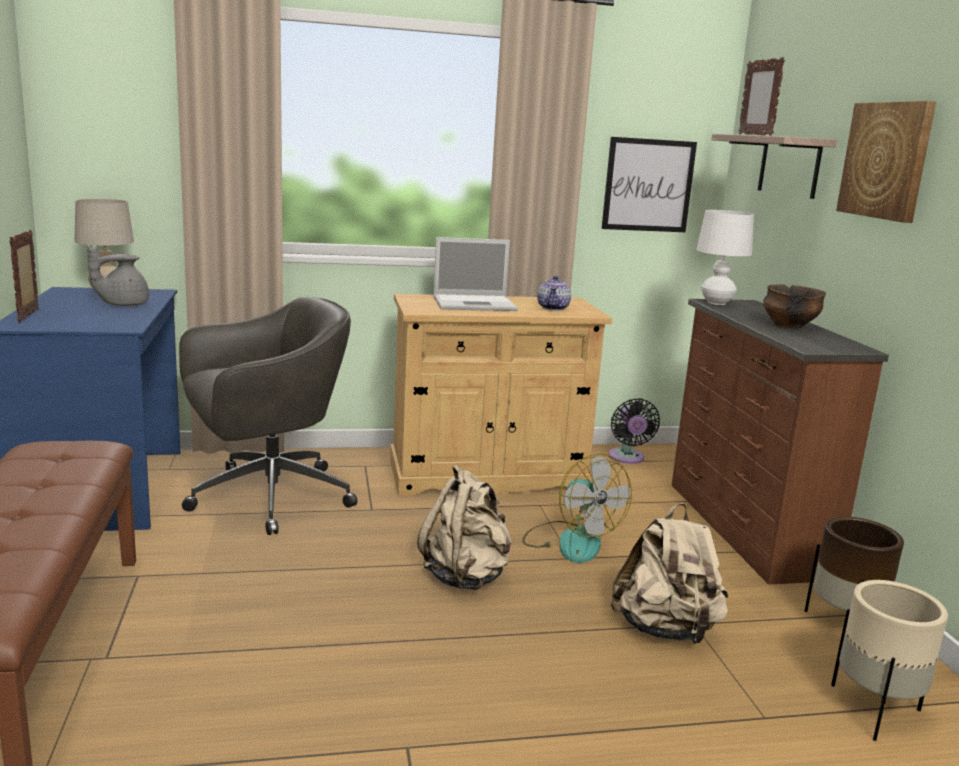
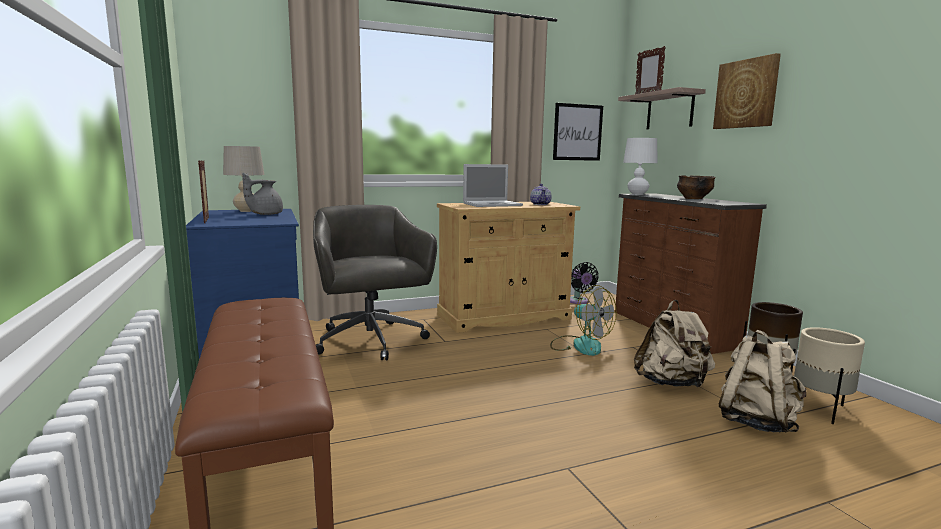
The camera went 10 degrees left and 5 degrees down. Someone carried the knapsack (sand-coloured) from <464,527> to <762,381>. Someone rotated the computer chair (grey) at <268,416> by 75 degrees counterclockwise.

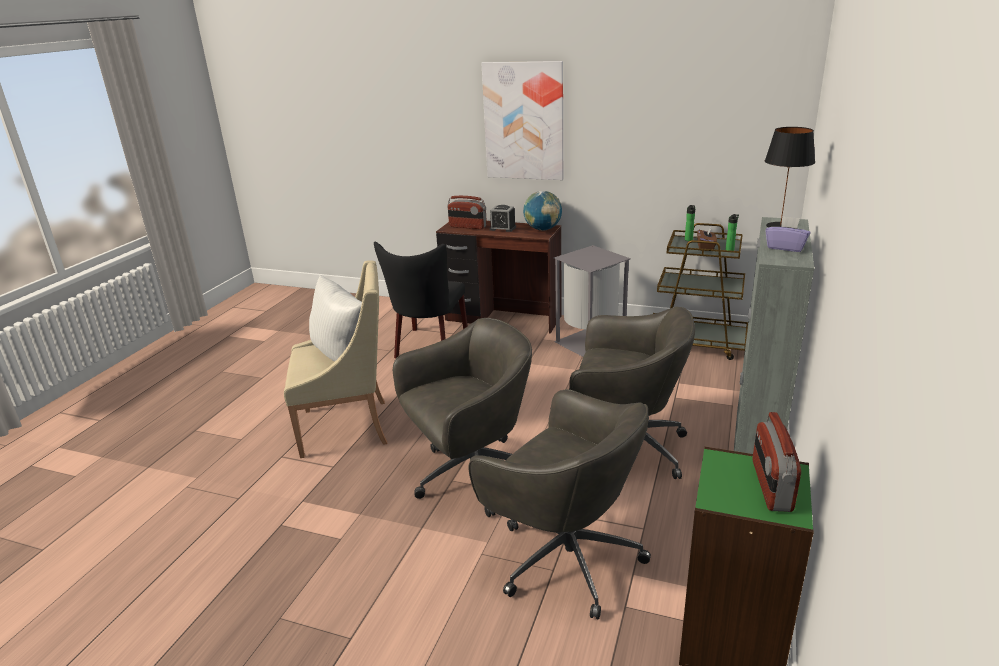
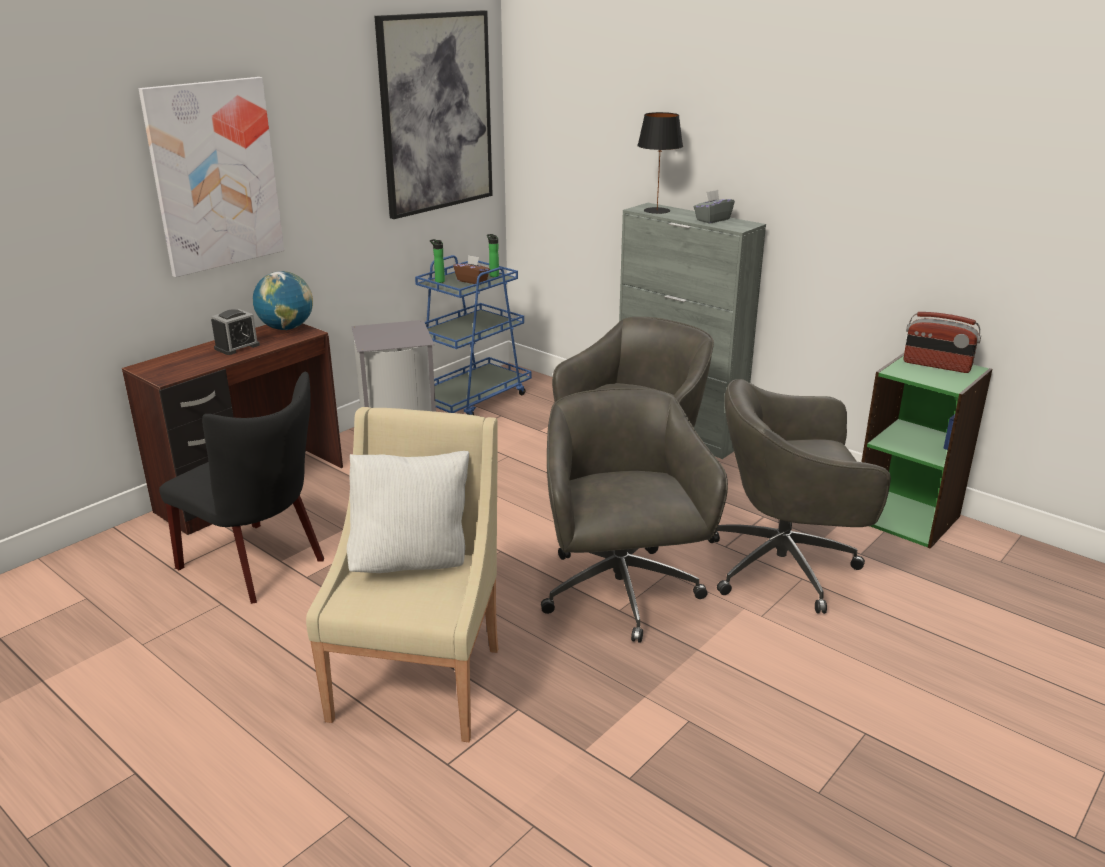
The camera went 70 degrees left and 0 degrees up. Someone took away the radio set at <467,212>. Someone put up the wall picture at <433,114>. Someone repainted the trolley (brown) at <700,291>, which became the trolley (blue) at <473,335>. Someone repainted the box of tissues (purple) at <788,234>, which became the box of tissues (grey) at <714,206>. Someone rotated the computer chair (grey) at <559,504> by 150 degrees counterclockwise.

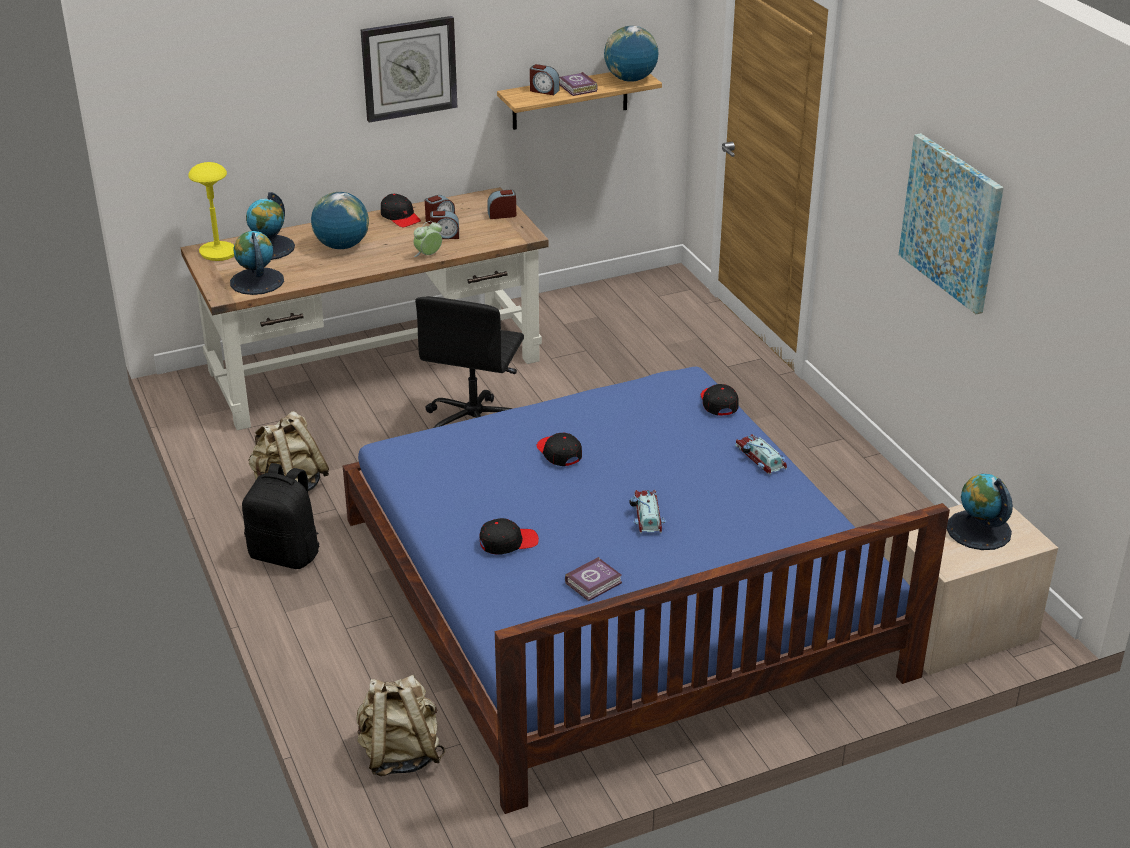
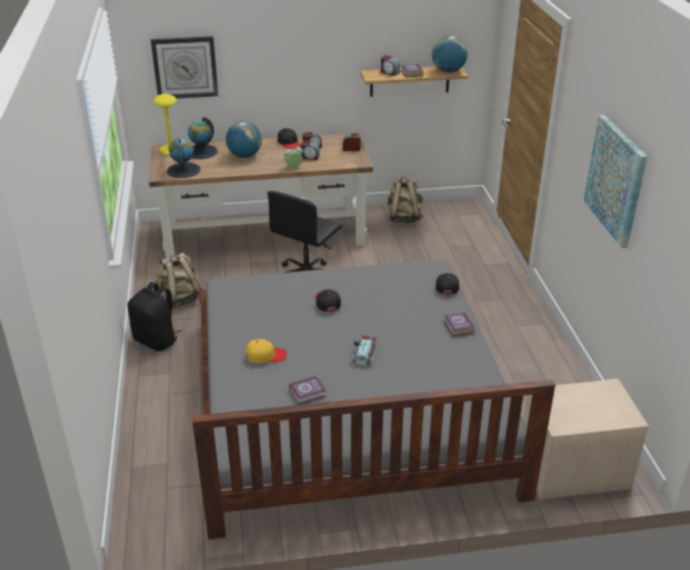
The camera went 15 degrees right and 0 degrees up. Someone took away the world globe at <980,512>. Someone carried the knapsack (sand-coloured) from <401,725> to <405,200>. Someone carried the hanging clock from <409,69> to <184,67>. Someone swapped the toy car at <761,454> for the volume at <459,324>. Someone repainted the bedroom bed (blue) at <646,590>, which became the bedroom bed (grey) at <373,400>. Someone repainted the cap (black) at <509,536>, which became the cap (yellowish) at <266,351>.

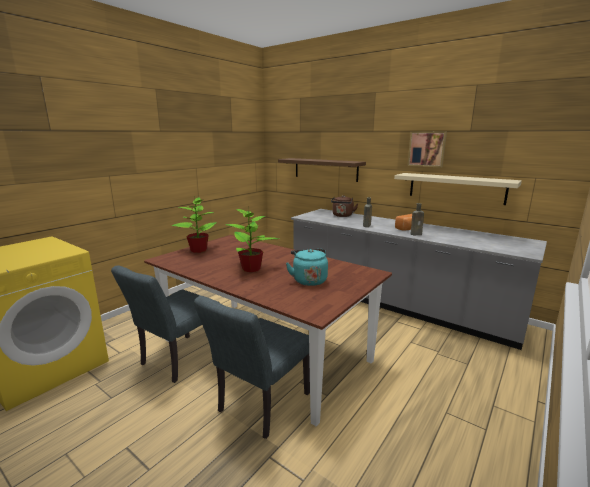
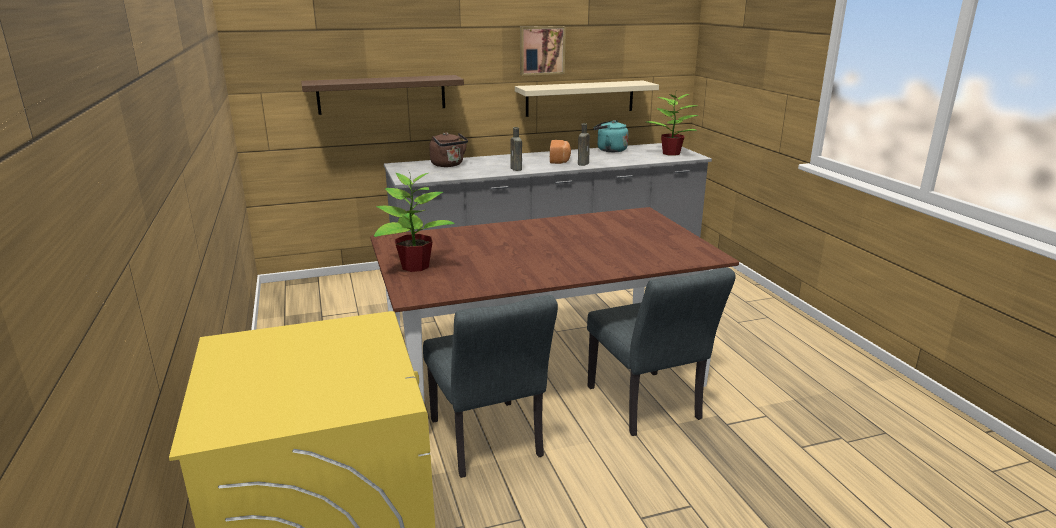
The camera went 55 degrees left and 5 degrees up. Someone carried the houseplant from <252,240> to <673,124>. Someone carried the kettle (blue-green) from <307,267> to <611,136>.

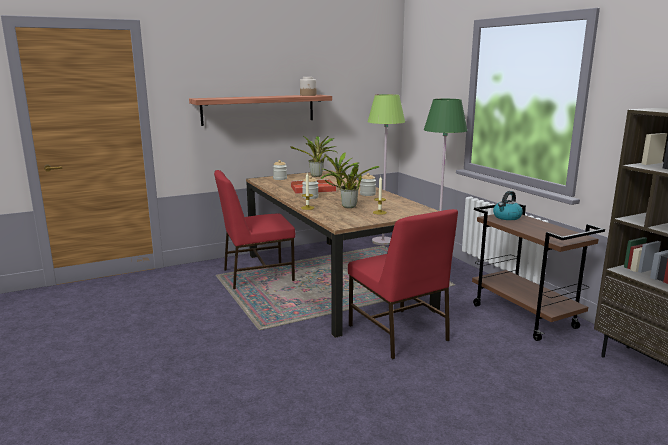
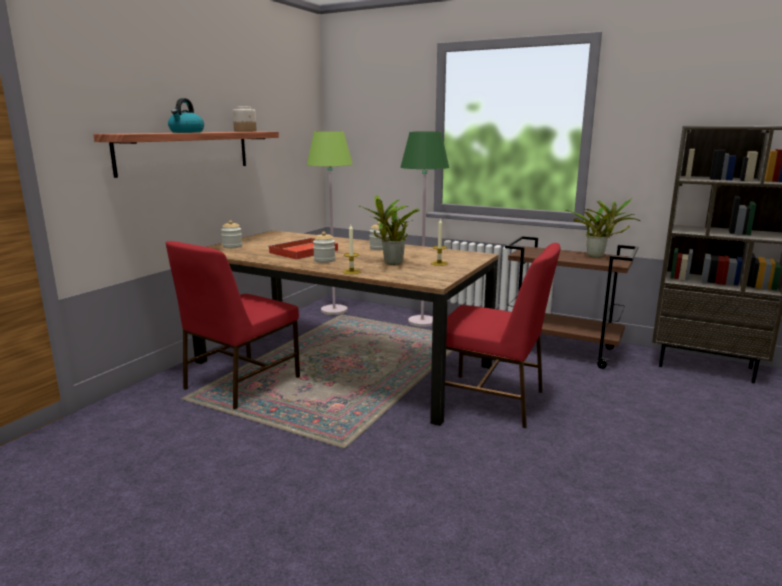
The camera went 35 degrees left and 0 degrees up. Someone carried the houseplant from <313,156> to <602,228>. Someone carried the kettle from <508,205> to <186,115>.

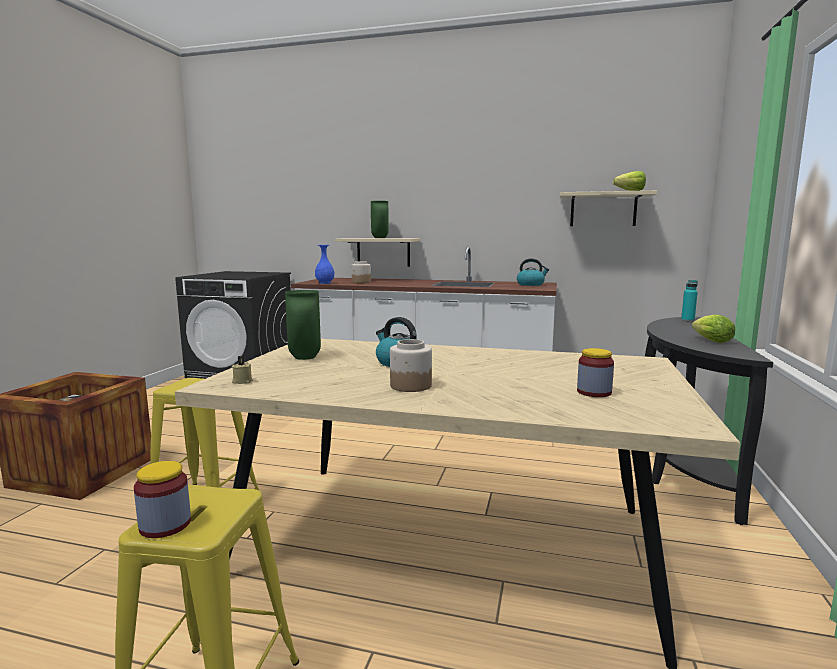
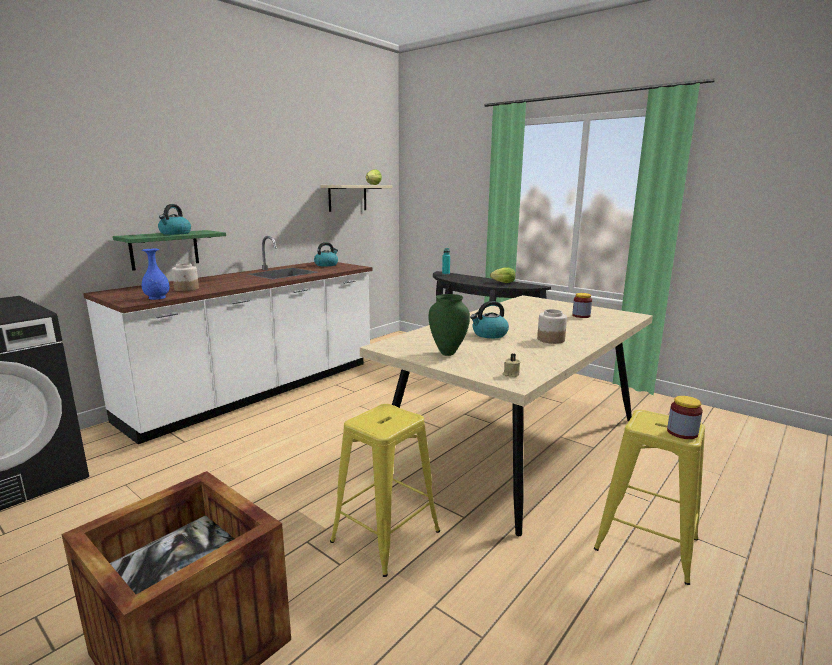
The camera went 65 degrees left and 5 degrees up. Someone swapped the vase (greenish) at <380,219> for the kettle at <174,219>. Someone repainted the shelf (sand-coloured) at <377,252>, which became the shelf (greenish) at <169,250>.

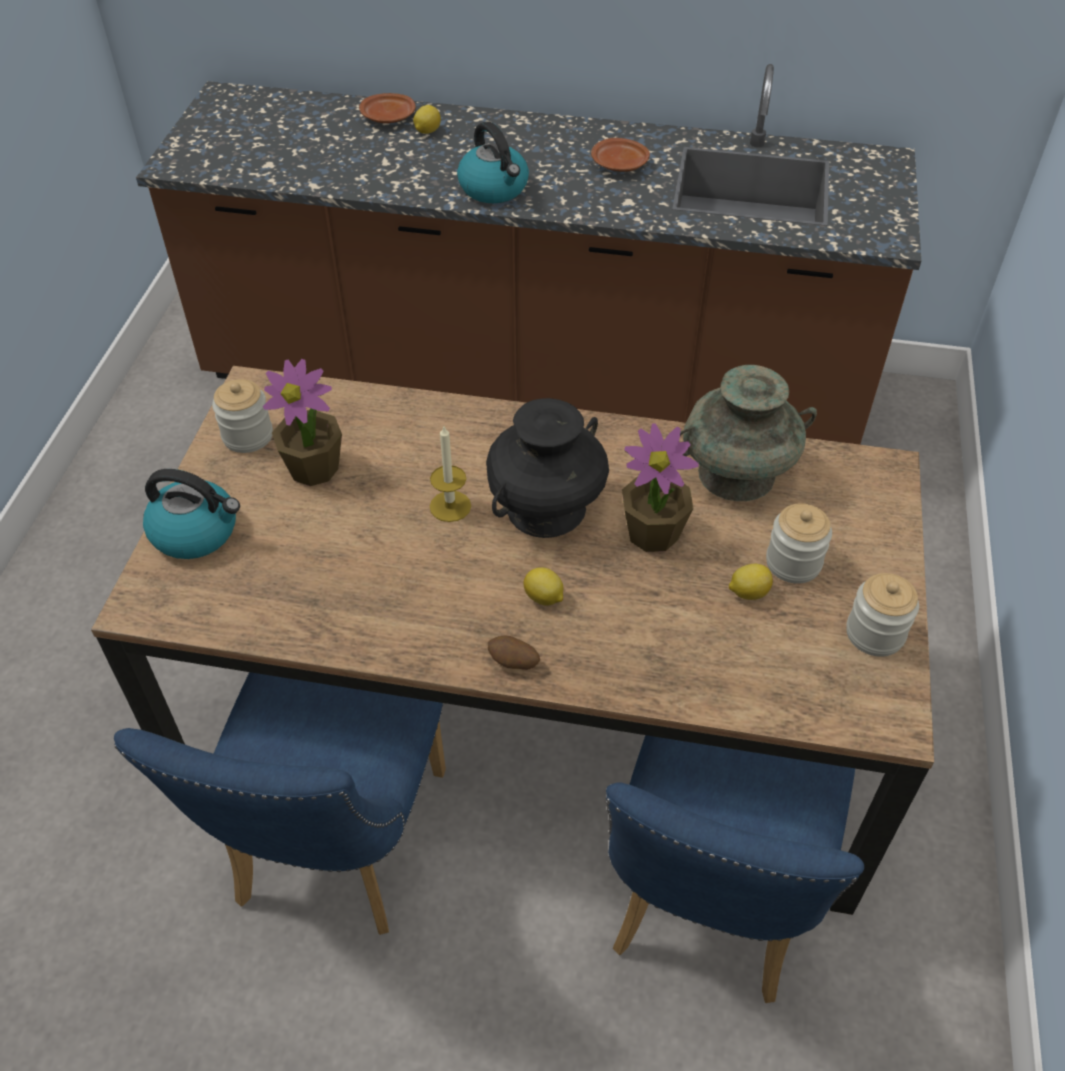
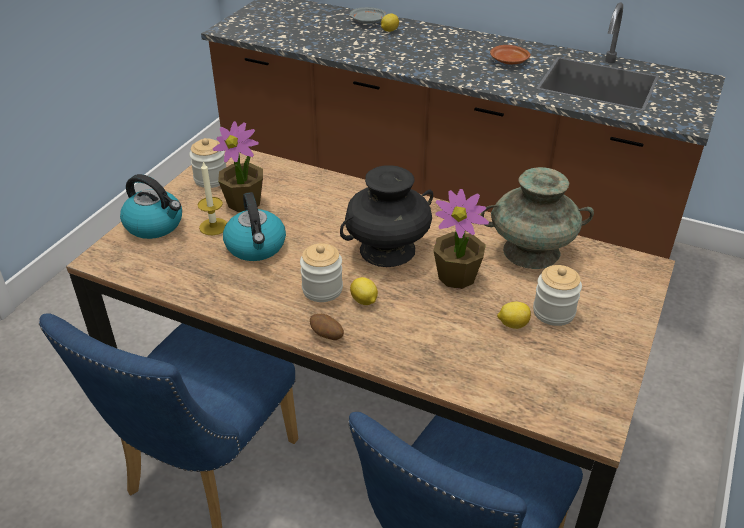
The camera went 15 degrees right and 10 degrees down. Someone carried the wax candle from <450,474> to <212,198>. Someone carried the kettle from <493,162> to <254,226>. Someone carried the jar from <882,615> to <321,272>. Someone repainted the plate (brown) at <387,108>, which became the plate (grey) at <368,15>.

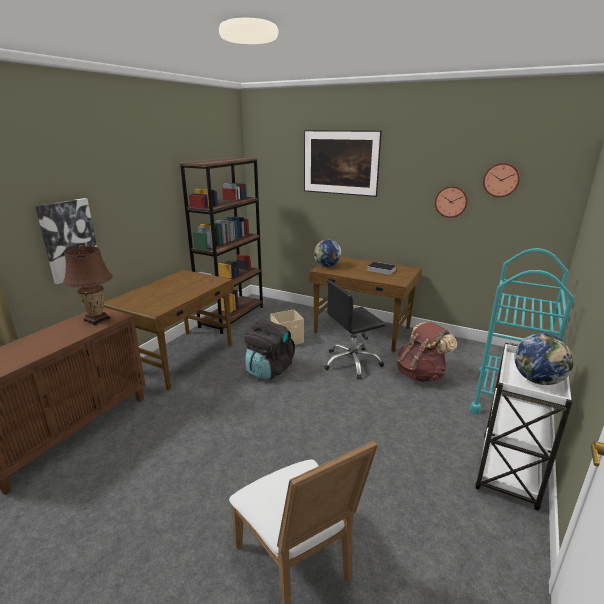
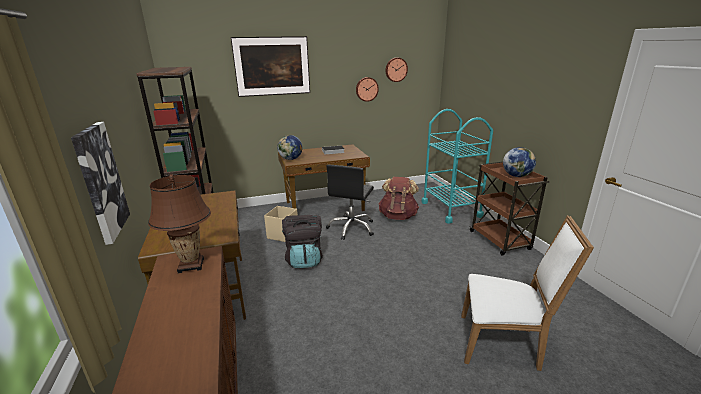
The camera went 45 degrees left and 0 degrees up. Someone repainted the trolley (white-coloured) at <524,427>, which became the trolley (brown) at <509,209>.

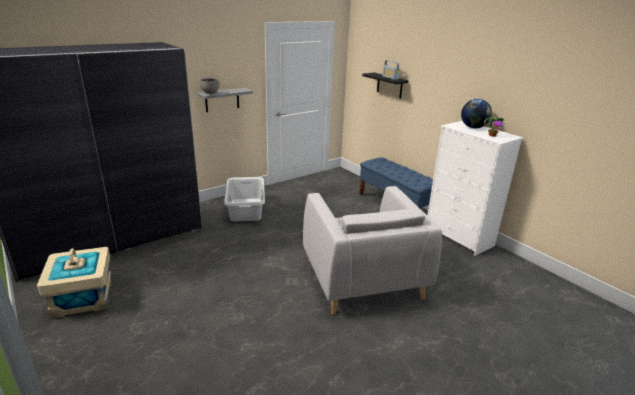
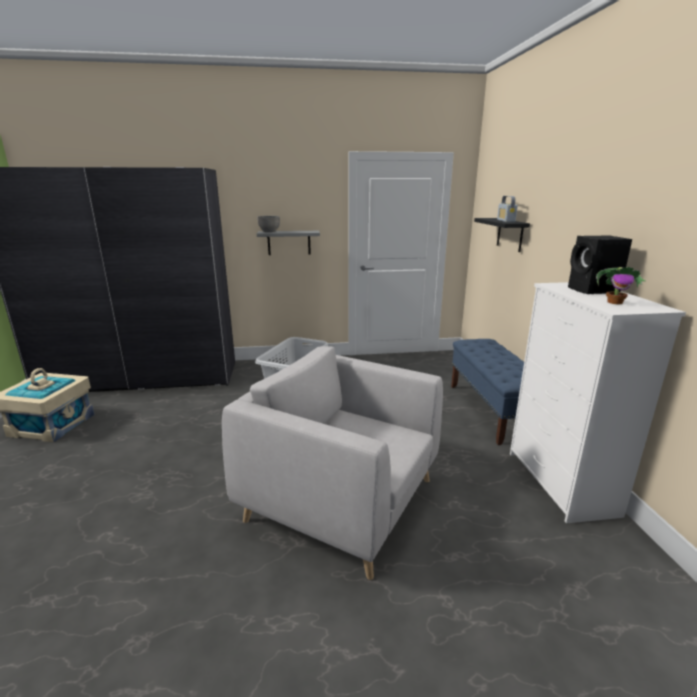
The camera went 30 degrees right and 5 degrees down. Someone swapped the world globe at <476,113> for the audio speaker (black) at <600,265>. Someone rotated the easy chair (grey) at <372,250> by 105 degrees clockwise.

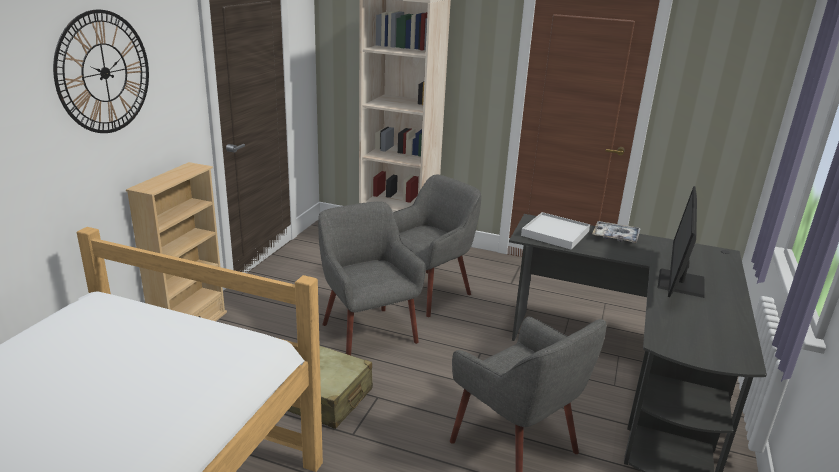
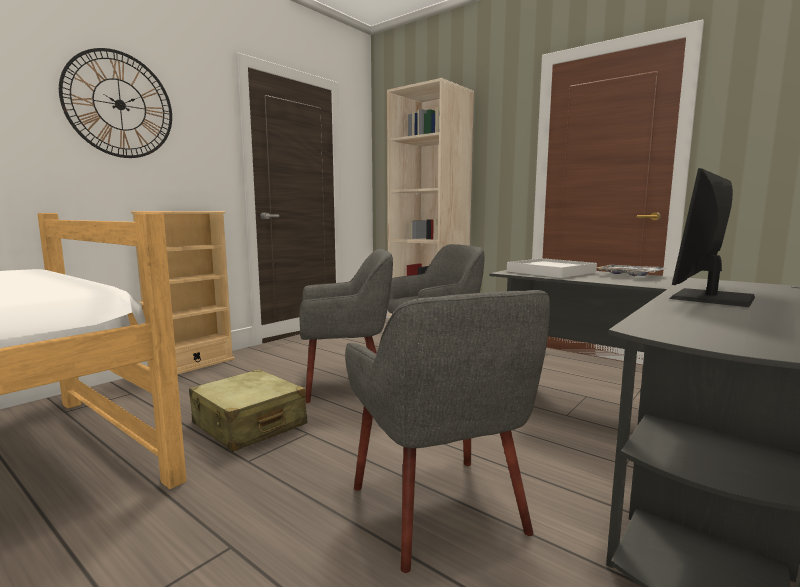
The camera went 20 degrees right and 15 degrees down. Someone rotated the easy chair (grey) at <372,278> by 90 degrees clockwise.

